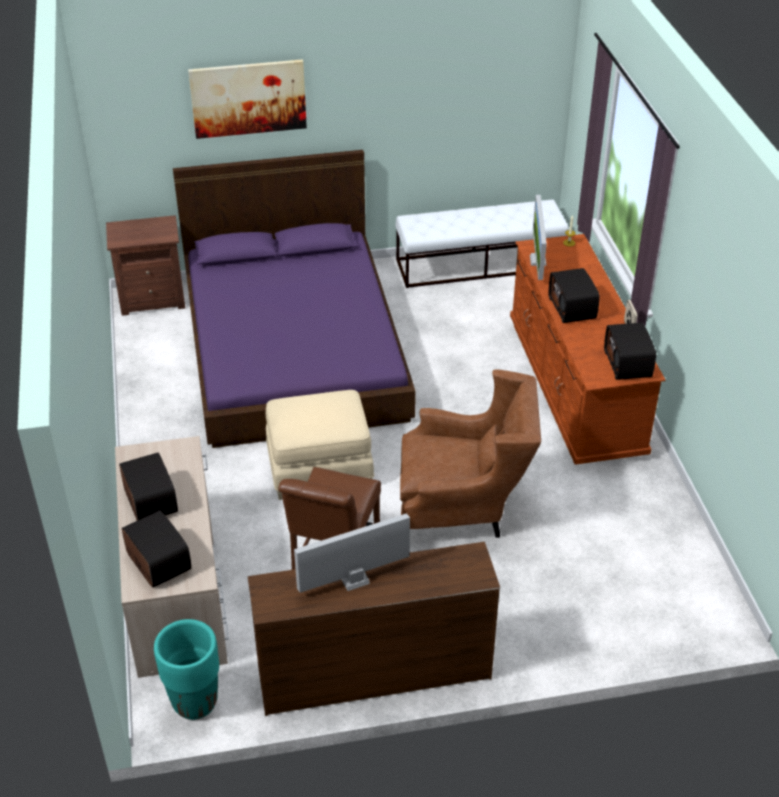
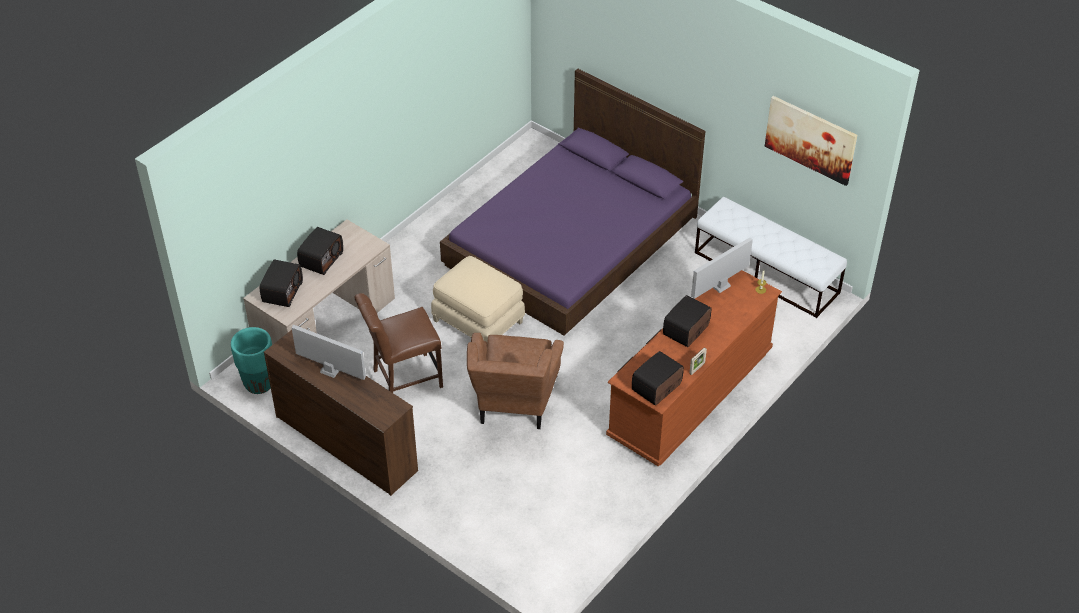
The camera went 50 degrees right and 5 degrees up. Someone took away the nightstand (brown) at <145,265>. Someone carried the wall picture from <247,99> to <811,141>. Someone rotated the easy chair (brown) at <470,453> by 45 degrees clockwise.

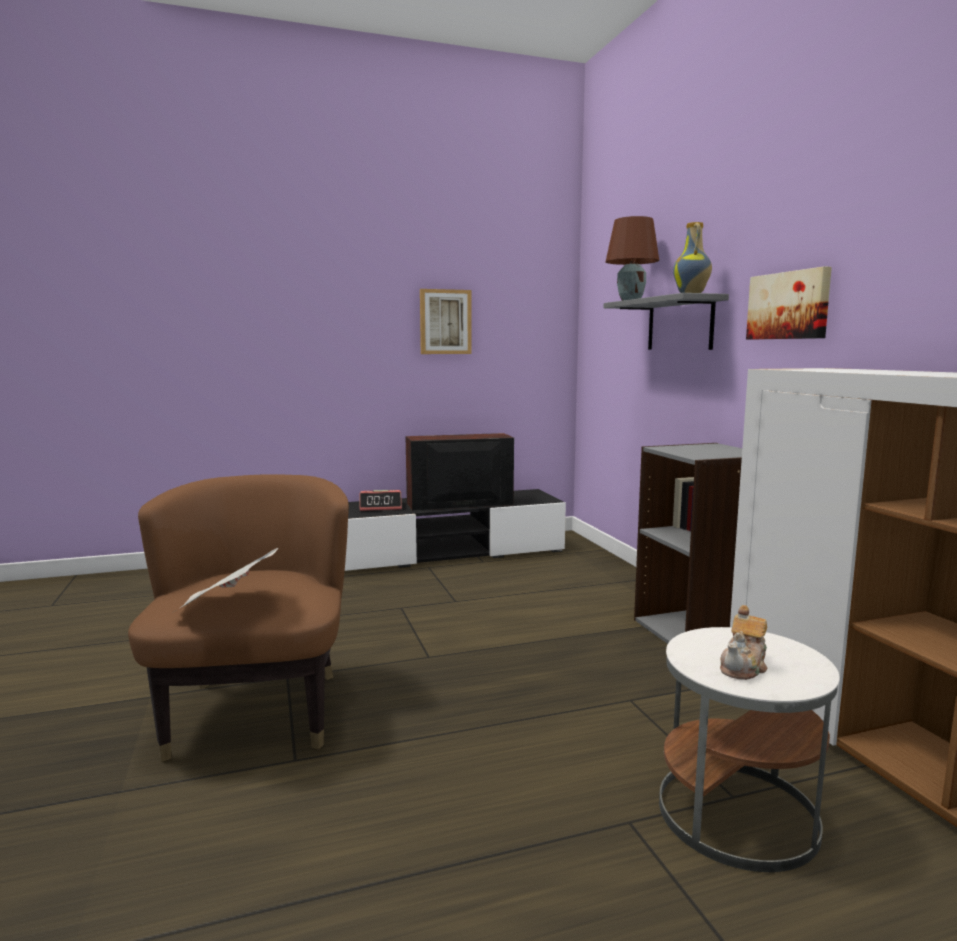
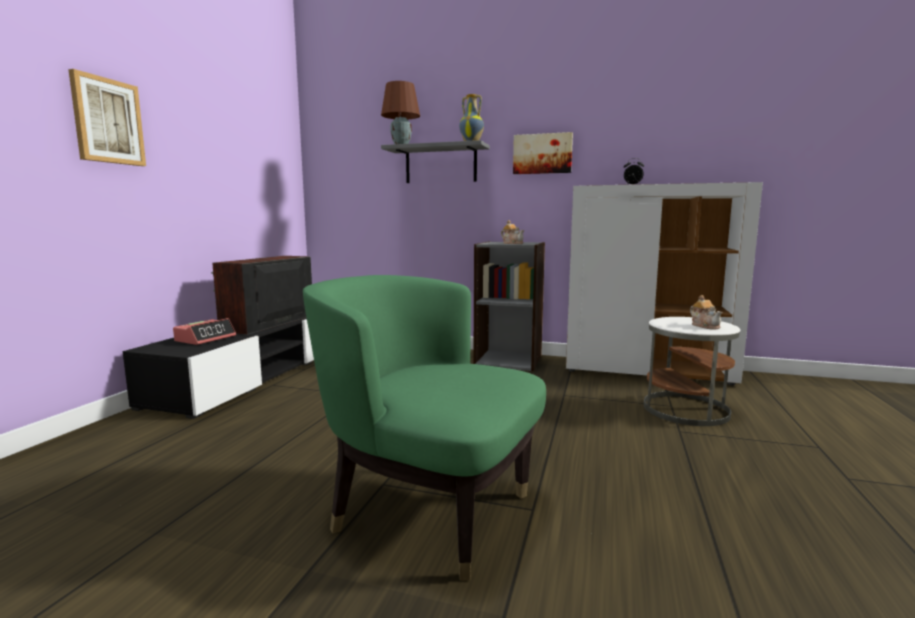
The camera went 55 degrees left and 0 degrees up. Someone took away the printed paper at <226,579>. Someone put down the teapot at <512,232>. Someone put down the bedside clock at <634,171>. Someone carried the wall picture from <446,321> to <107,117>. Someone repainted the easy chair (brown) at <238,618>, which became the easy chair (greenish) at <424,428>.

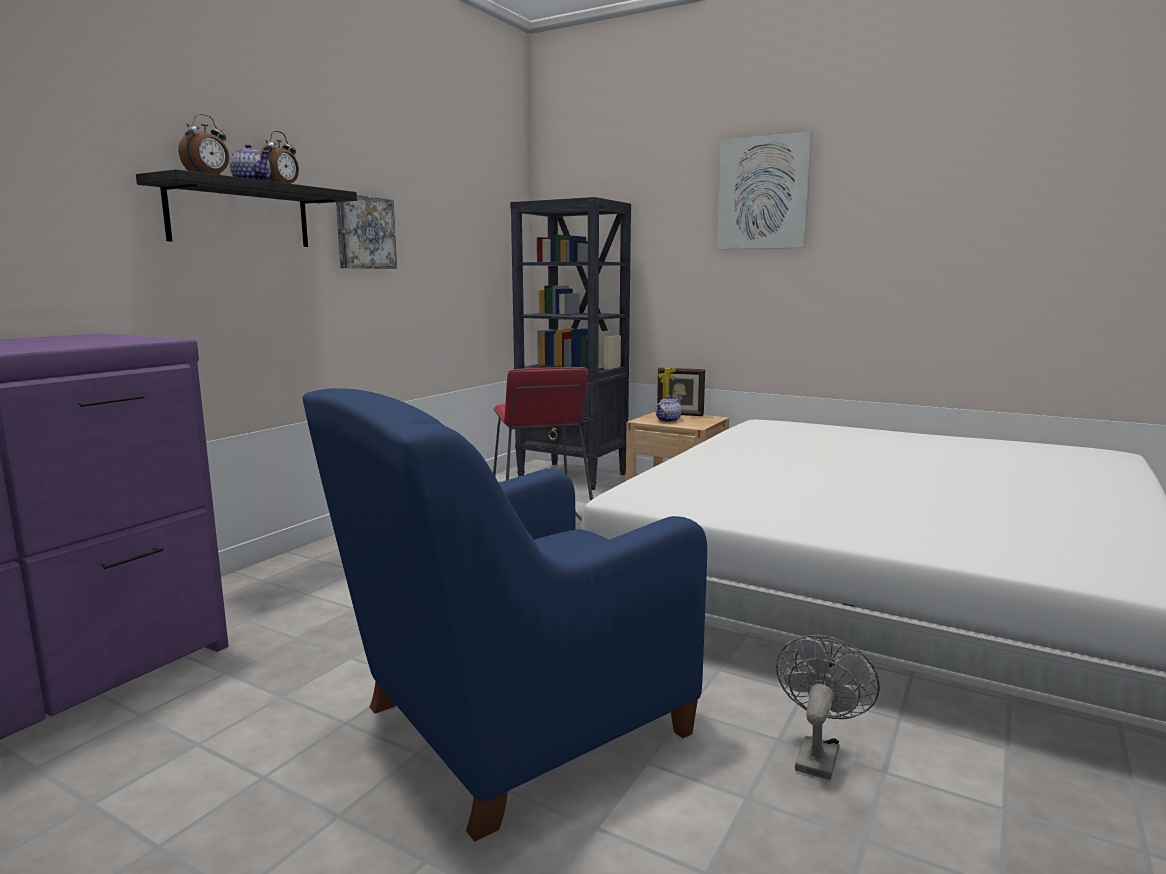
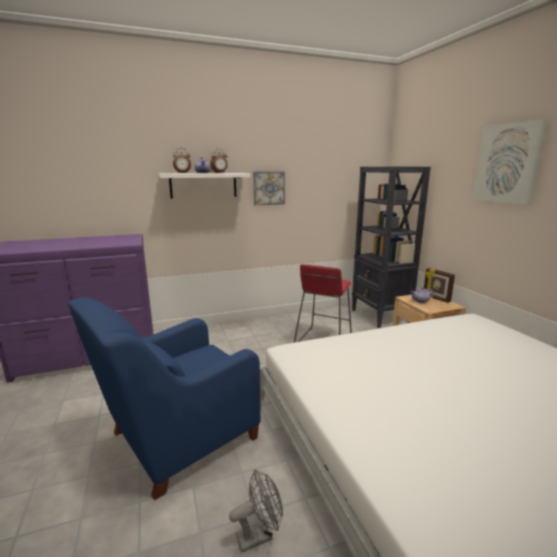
The camera went 40 degrees right and 5 degrees up. Someone repainted the shelf (black) at <246,208>, which became the shelf (white-coloured) at <204,185>. Someone rotated the easy chair (blue) at <505,615> by 45 degrees counterclockwise.

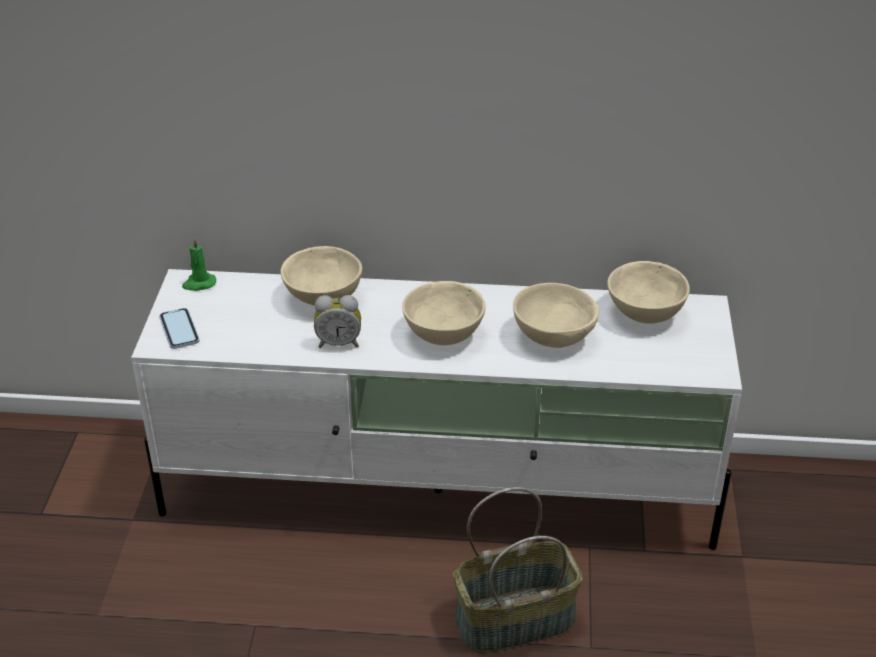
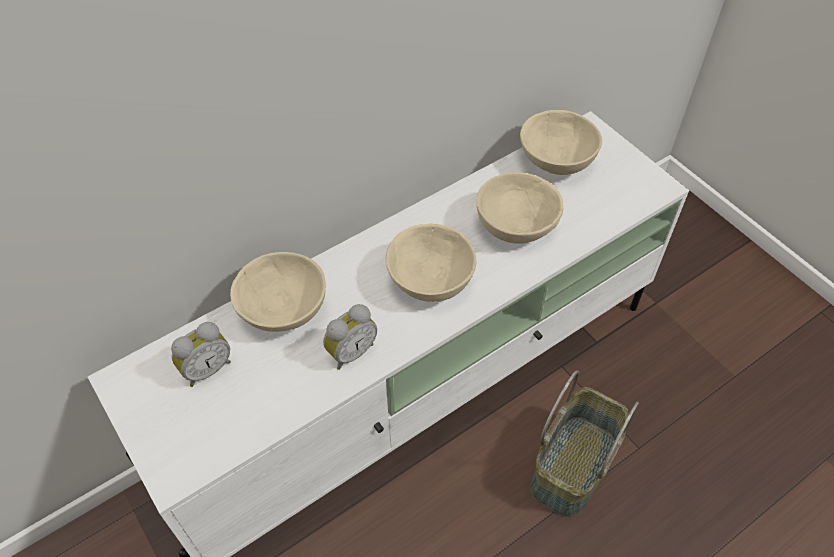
The camera went 40 degrees left and 15 degrees up. Someone took away the phone at <179,328>. Someone took away the wax candle (greenish) at <199,264>. Someone put down the bedside clock at <201,354>.

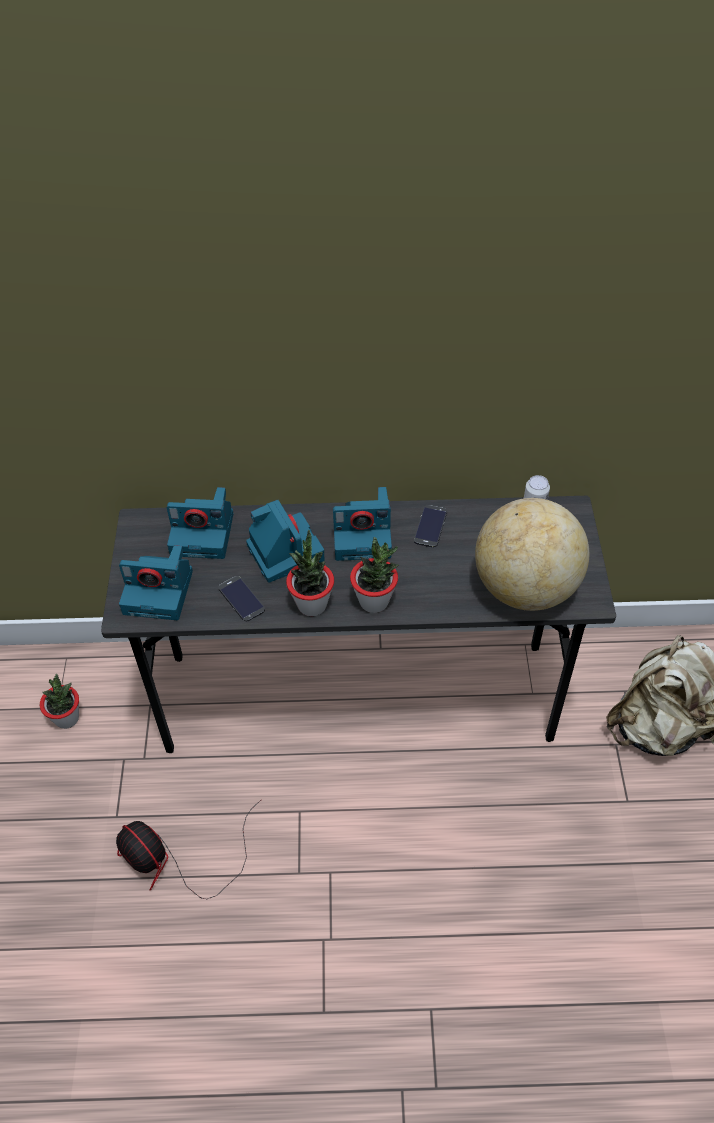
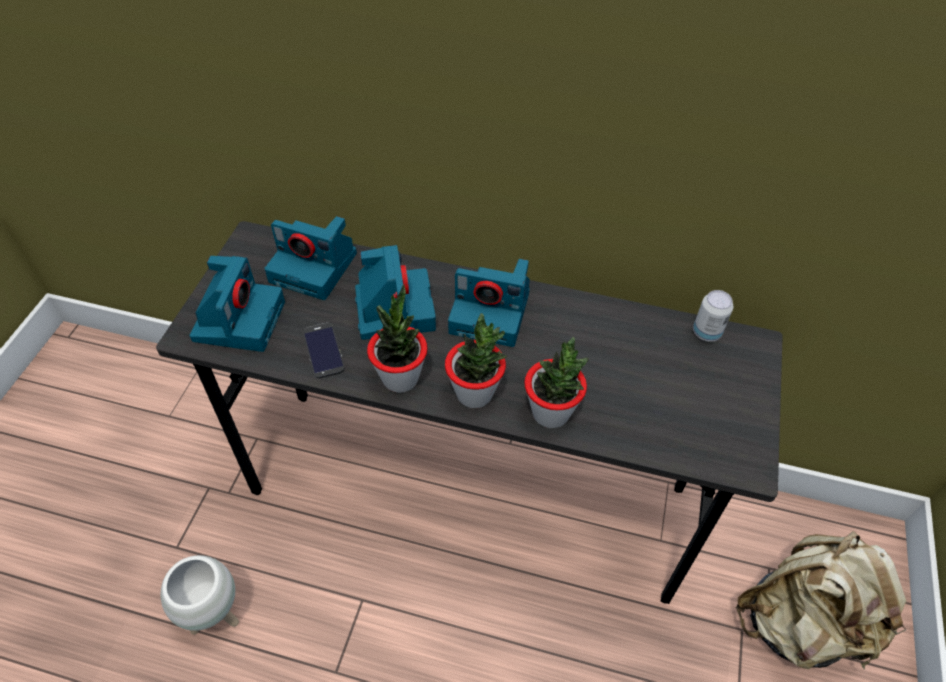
The camera went 15 degrees right and 0 degrees up. Someone took away the phone at <430,526>. Someone took away the world globe at <532,554>. Someone carried the houseplant from <59,701> to <557,382>. Someone swapped the fan at <188,849> for the planter (white-coloured) at <200,595>. Someone rotated the still camera at <156,582> by 105 degrees counterclockwise.

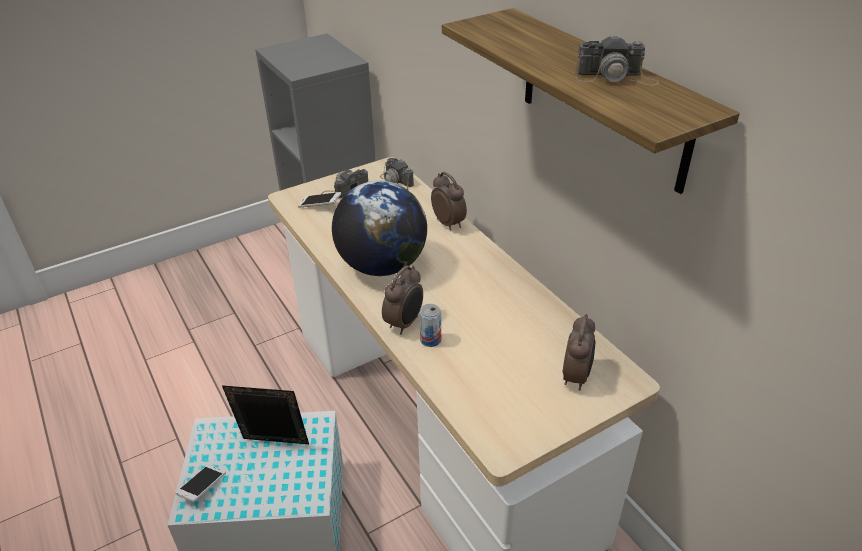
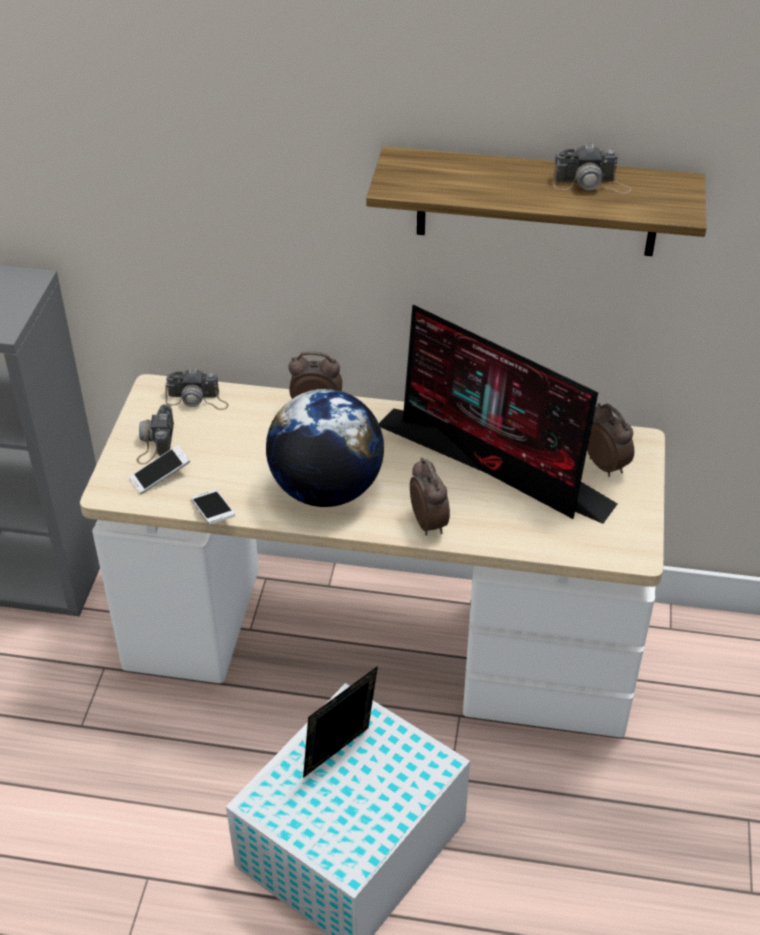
The camera went 50 degrees left and 5 degrees up. Someone took away the can at <430,325>. Someone put down the monitor at <498,414>. Someone carried the phone from <200,483> to <213,507>. Someone rotated the still camera at <617,60> by 45 degrees clockwise.

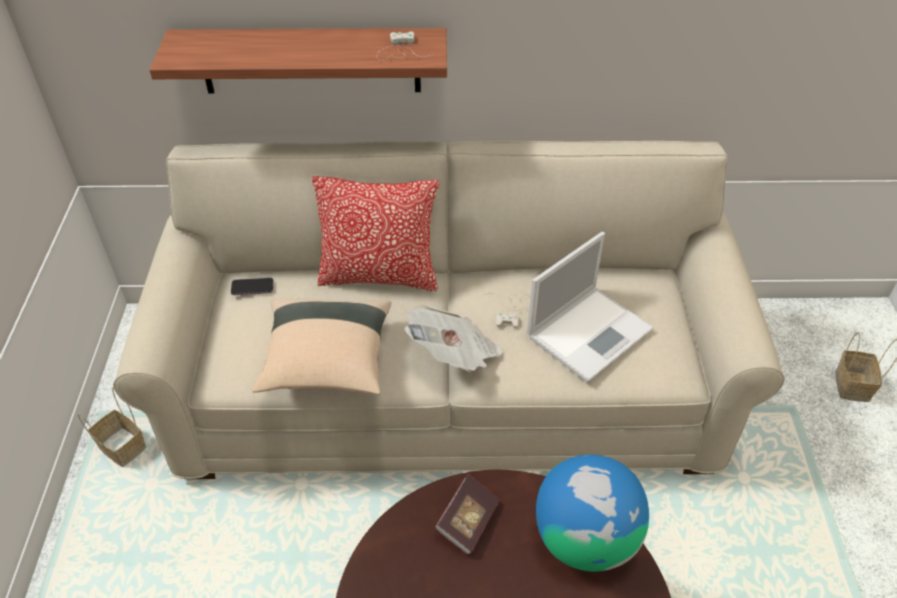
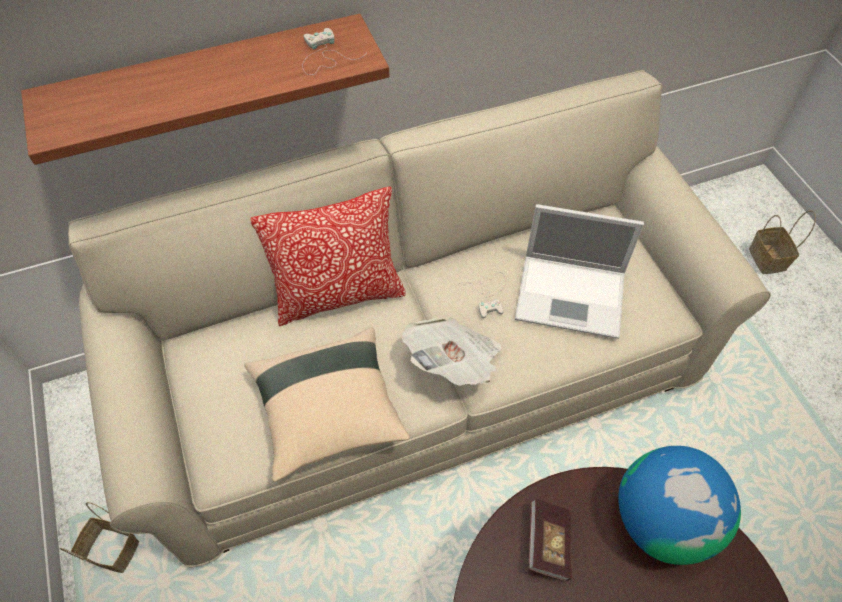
The camera went 20 degrees left and 10 degrees up. Someone took away the phone at <252,286>. Someone rotated the laptop at <590,307> by 75 degrees clockwise.

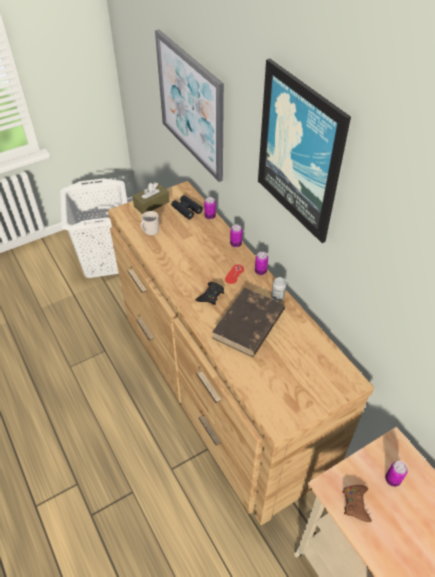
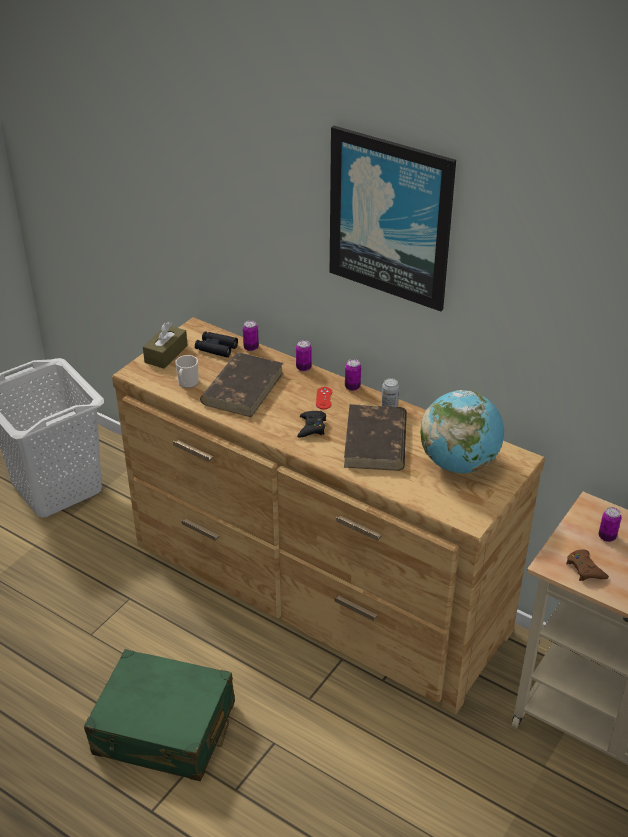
The camera went 25 degrees left and 10 degrees down. Someone took away the wall picture at <189,106>. Someone put down the travel case (greenish) at <159,715>. Someone put down the volume (brown) at <241,384>. Someone put down the world globe at <462,431>.

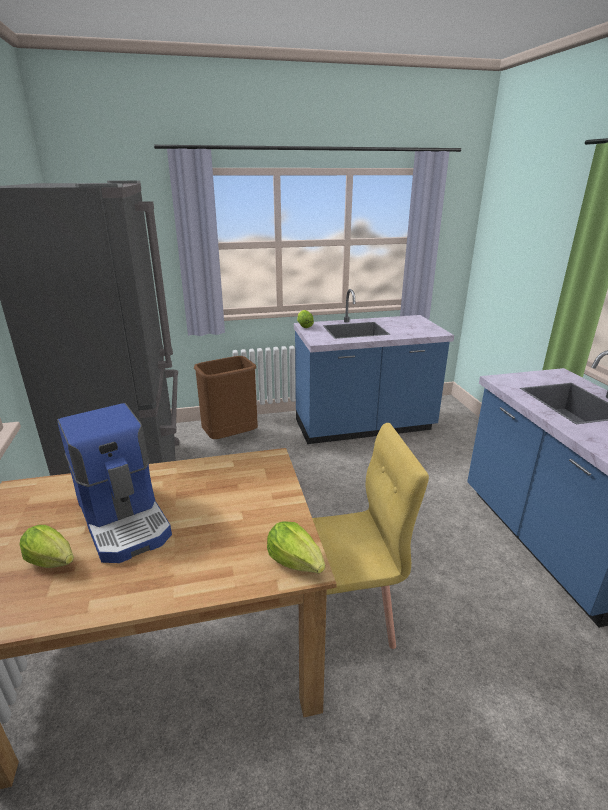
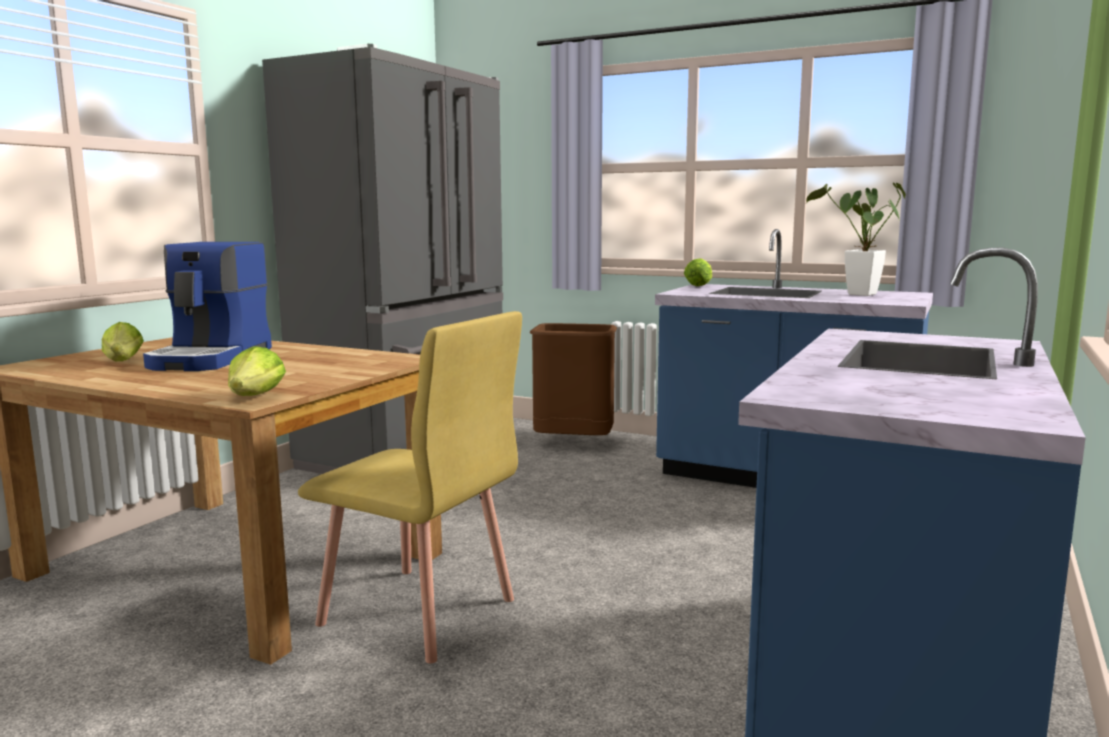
The camera went 40 degrees right and 15 degrees down. Someone put down the houseplant at <856,239>.

